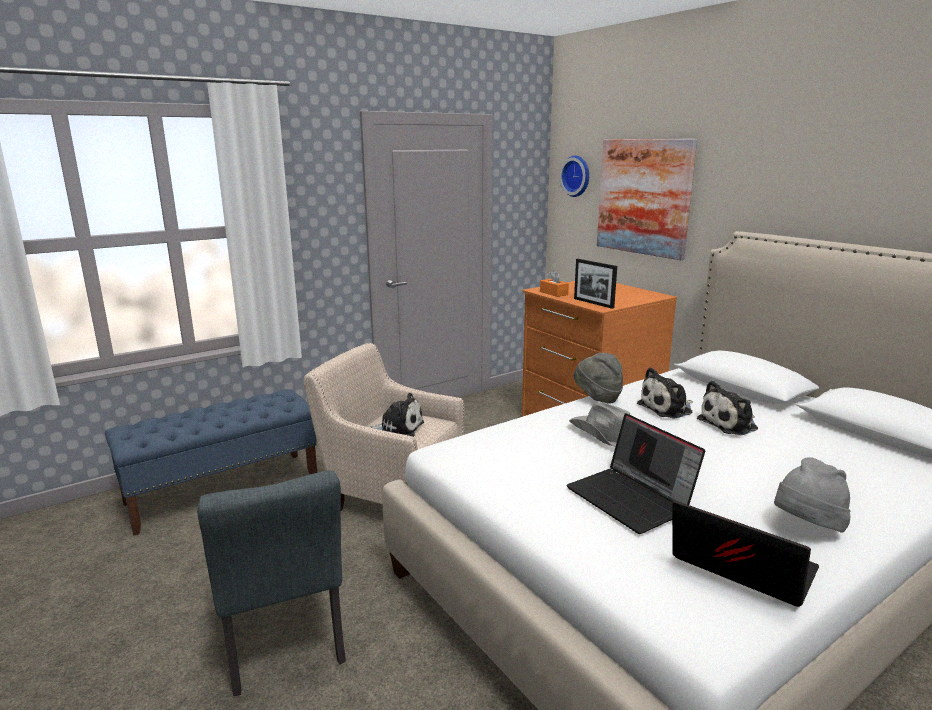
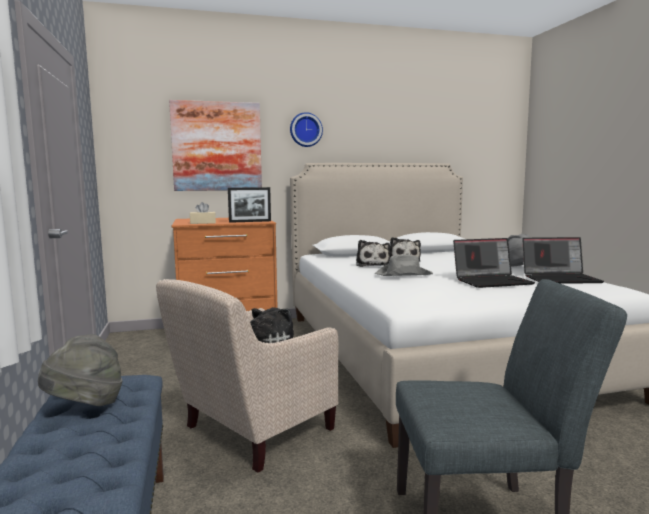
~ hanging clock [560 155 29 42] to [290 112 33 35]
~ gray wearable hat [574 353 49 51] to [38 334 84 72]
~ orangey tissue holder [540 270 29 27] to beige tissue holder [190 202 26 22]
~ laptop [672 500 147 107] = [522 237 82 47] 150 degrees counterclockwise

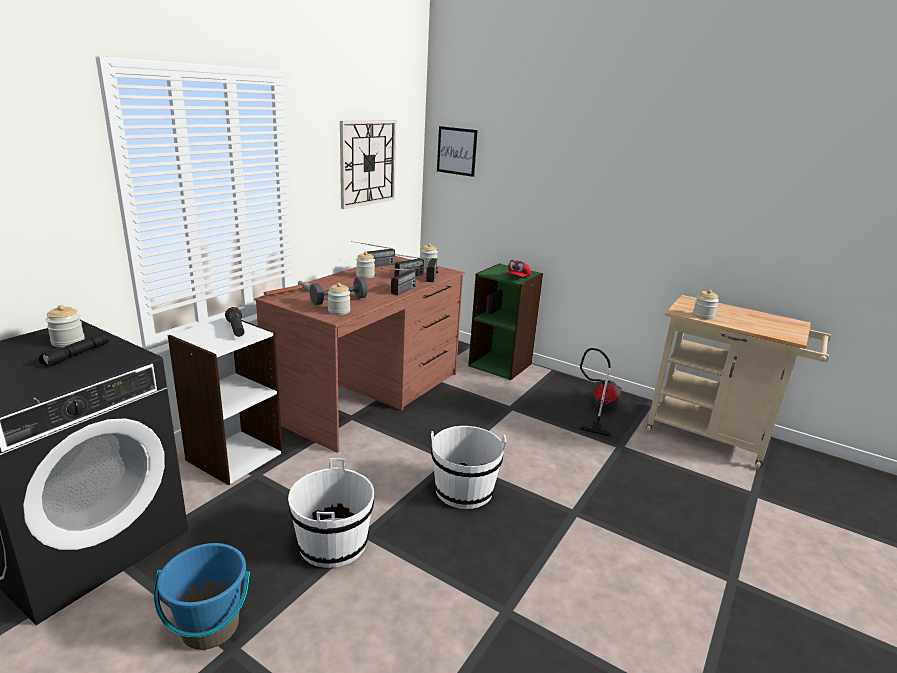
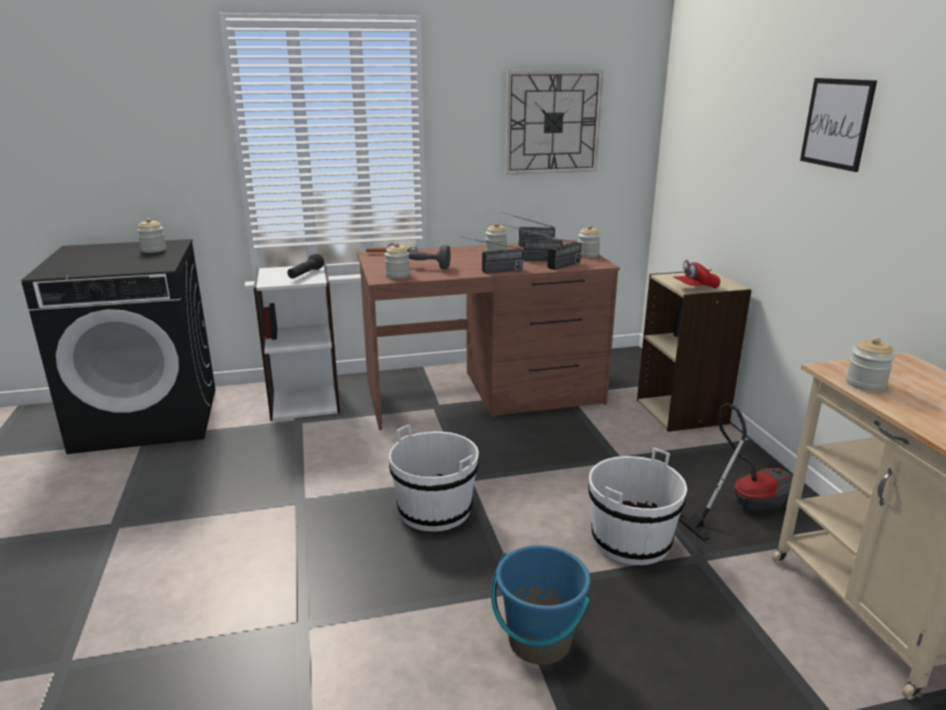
- black flashlight [39 333 70 34]
~ bluish pail [154 543 96 107] to [491 545 99 120]
~ whitish pail [288 458 86 110] to [588 448 99 117]
~ picture [437 126 41 51] to [800 78 77 94]
~ greenish shelving unit [468 263 75 117] to beige shelving unit [637 270 115 162]

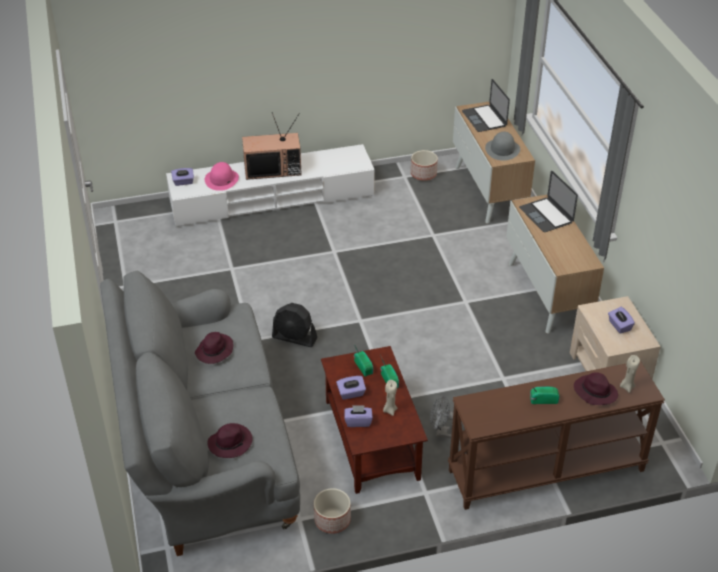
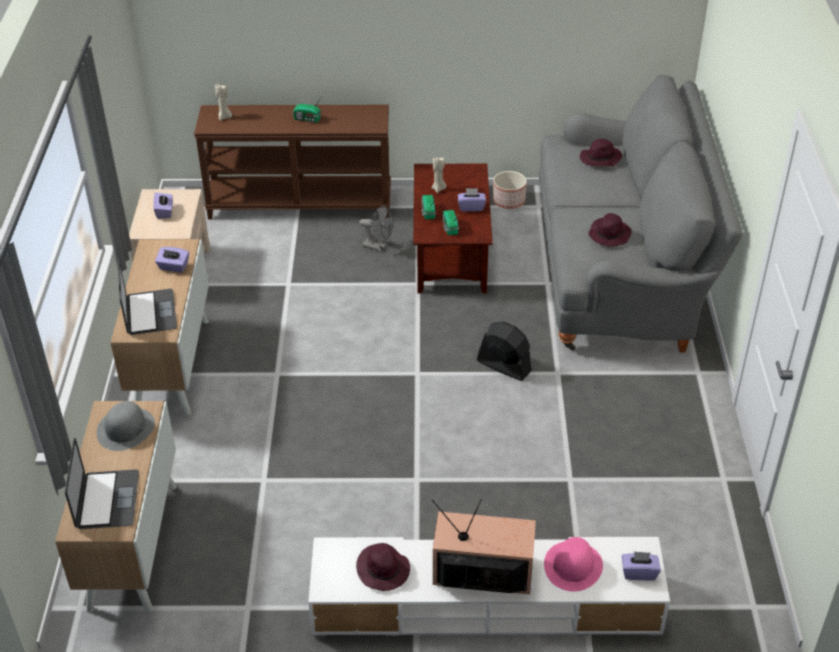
- plant pot [411 150 27 31]
~ purple-coloured tissue holder [345 405 28 22] to [155 247 34 26]
~ purple-coloured wearable hat [574 372 44 33] to [356 543 54 48]

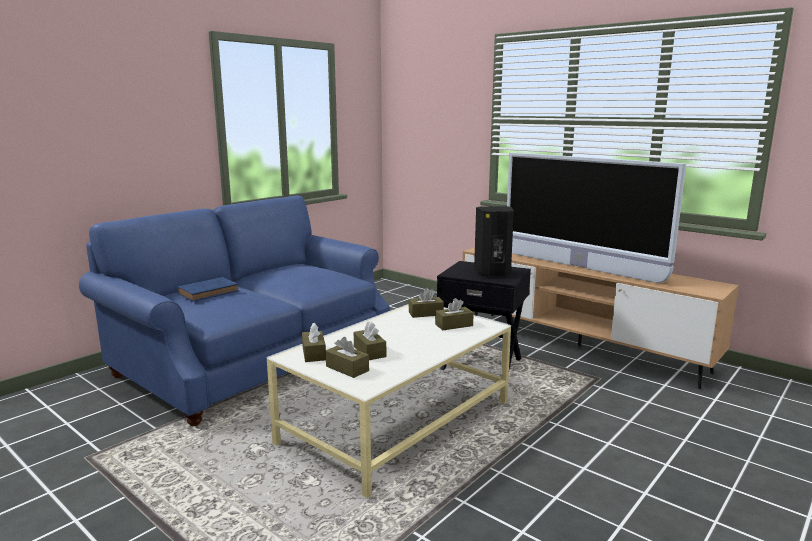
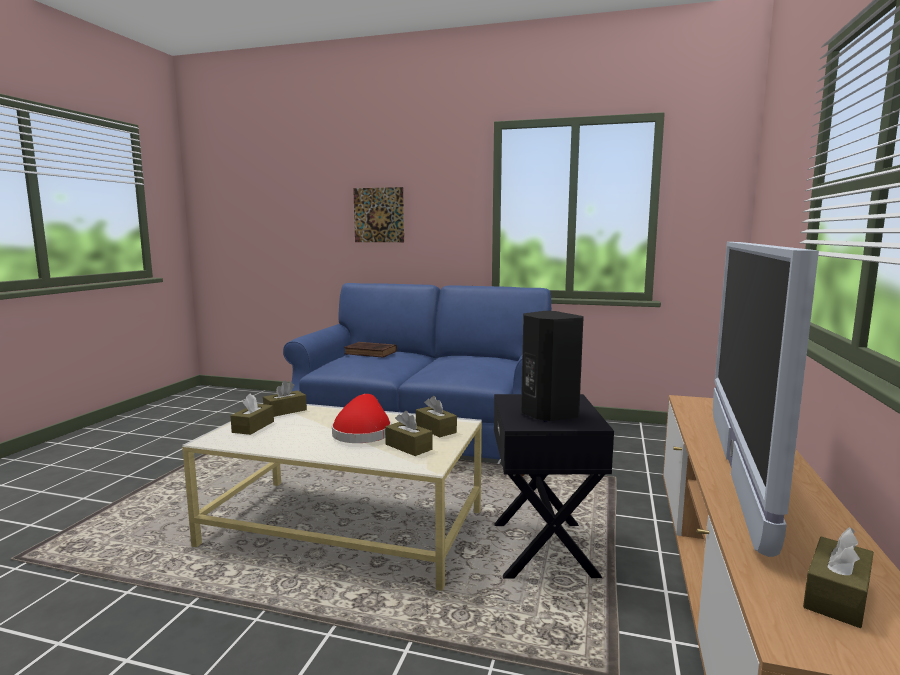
+ red-coloured wearable hat [332 394 59 49]
+ picture [353 187 51 55]
~ brown tissue holder [354 321 32 39] to [803 527 71 101]
~ bluish bound book [177 277 62 25] to brown bound book [344 342 53 15]

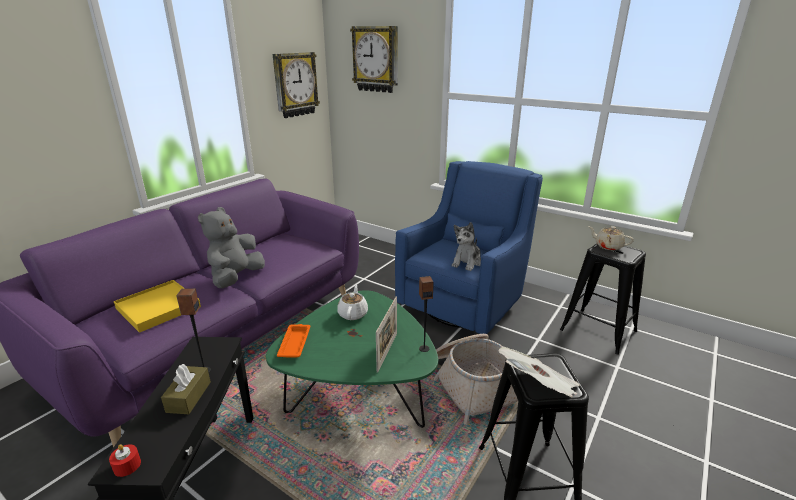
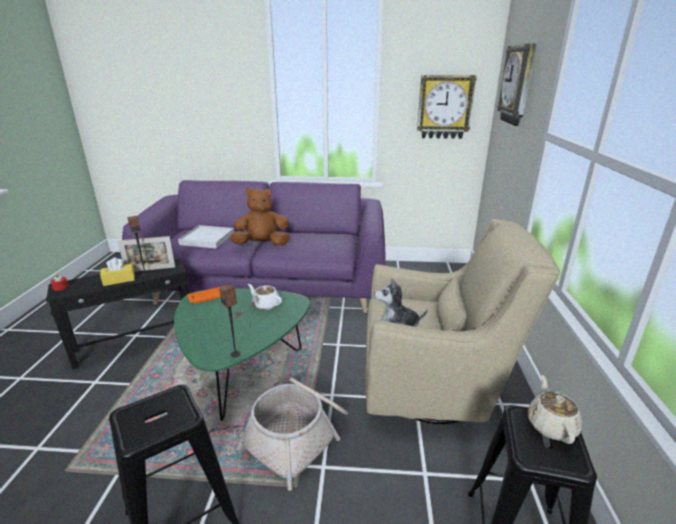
- newspaper [498 347 82 50]
~ photo frame [376 296 21 77] to [117 236 58 36]
~ yellow tray [114 280 87 53] to whitish tray [178 225 56 24]
~ brown tissue holder [161 364 50 50] to yellow tissue holder [100 258 35 28]
~ gray cuddly toy [198 207 67 81] to brown cuddly toy [230 187 60 59]
~ bluish easy chair [395 161 148 173] to beige easy chair [365 219 195 205]
~ whitish teapot [337 285 31 35] = [248 284 34 26] 120 degrees counterclockwise

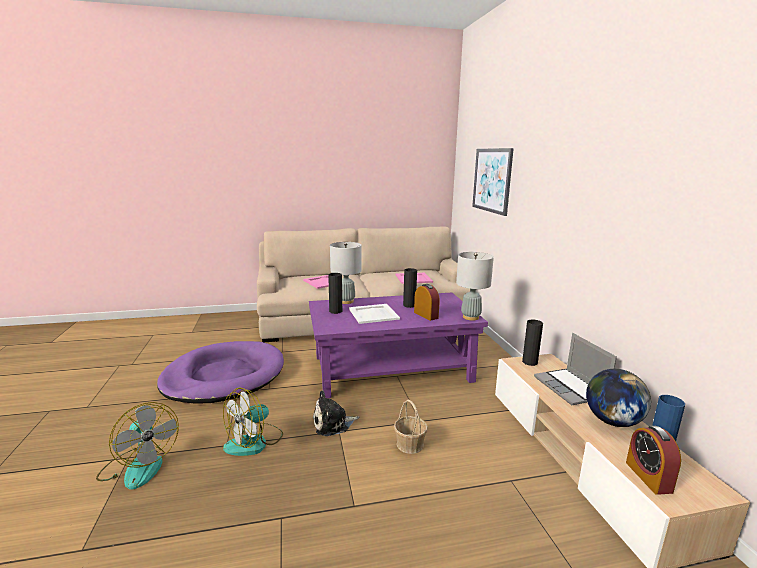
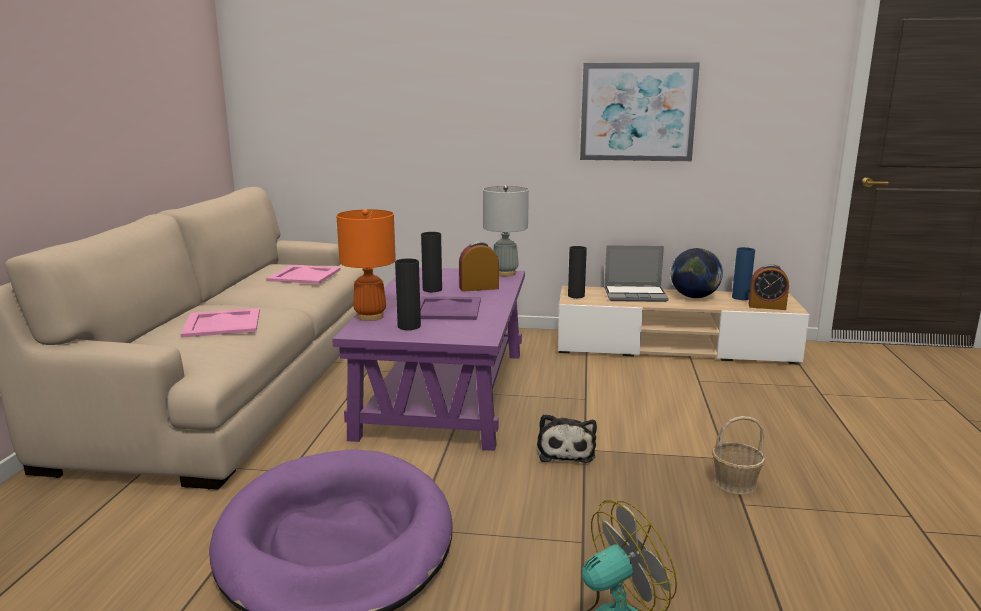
- electric fan [223 388 60 68]
~ storage basket [394 399 34 55] to [712 416 54 79]
~ picture [472 148 42 68] to [580 62 120 99]
~ gray tabletop lamp [330 242 32 62] to orangey tabletop lamp [336 209 60 112]
~ whitish tray [349 304 51 20] to purple-coloured tray [420 296 61 24]

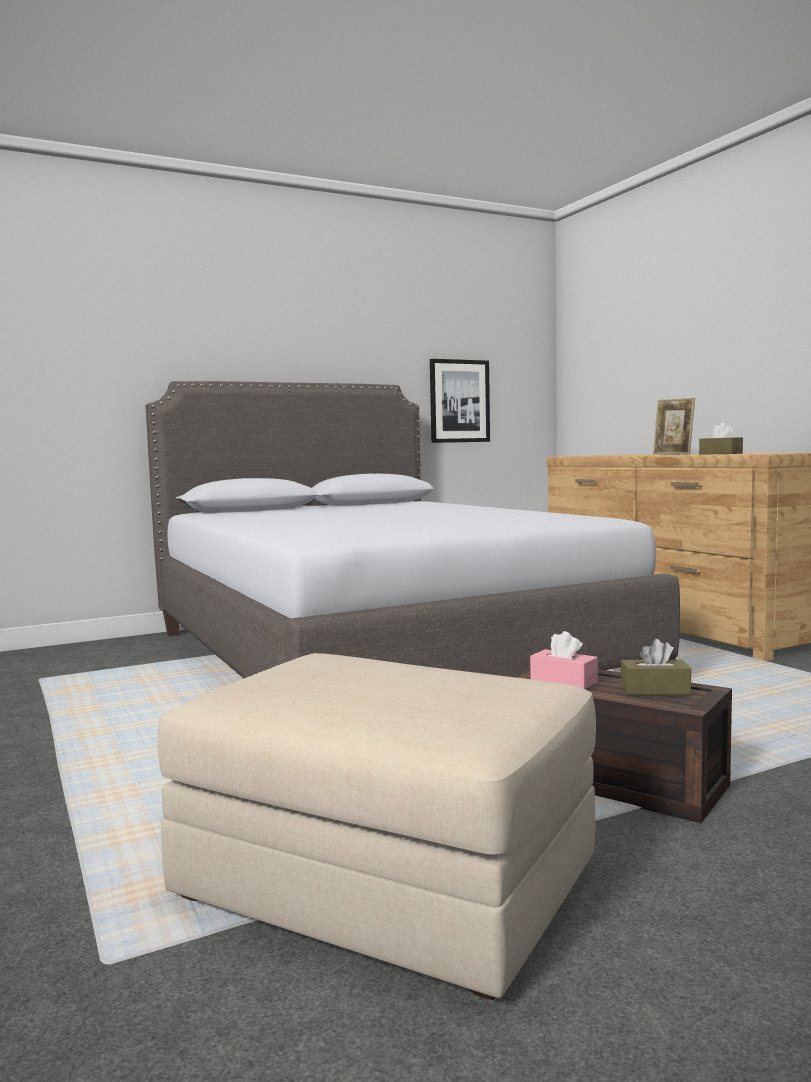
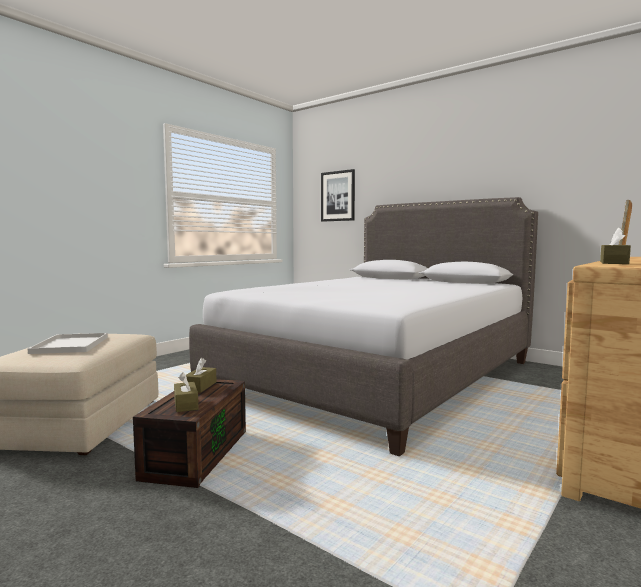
+ whitish tray [27 333 81 21]
~ picture [430 359 60 84] to [321 169 34 53]
~ pink tissue holder [530 631 68 58] to brown tissue holder [183 358 33 35]

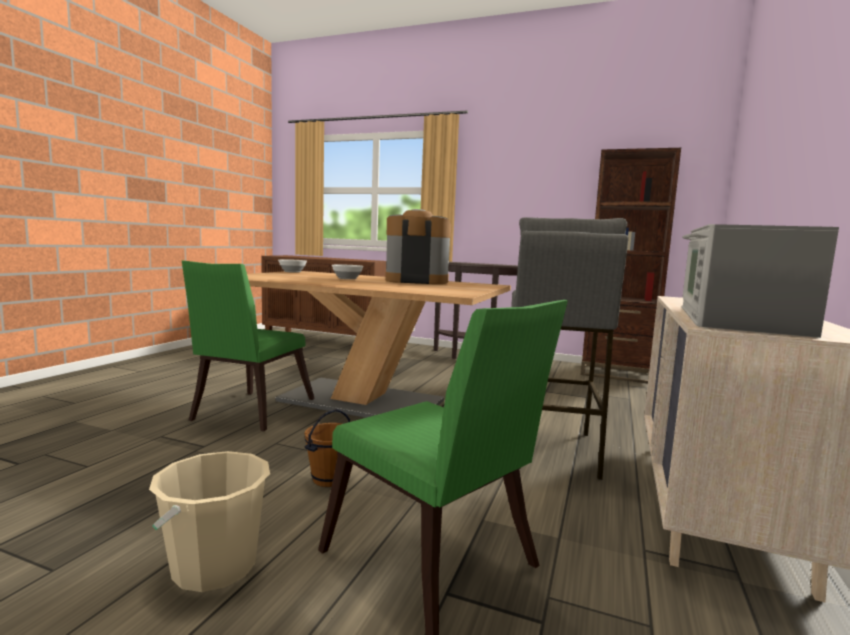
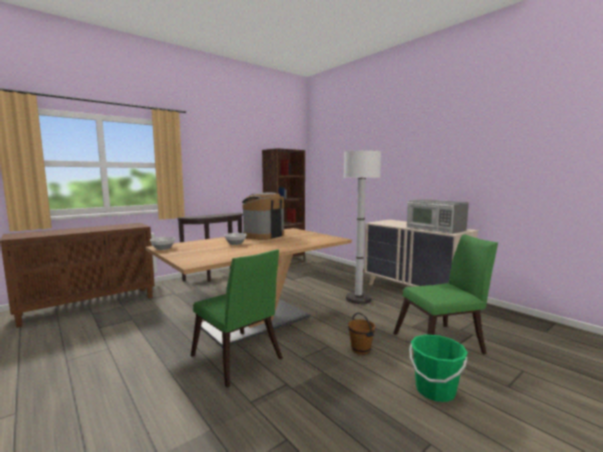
~ gray sitting stool [512 217 116 263] to whitish standing lamp [344 151 37 153]
~ beige pail [149 451 121 141] to greenish pail [409 334 59 68]

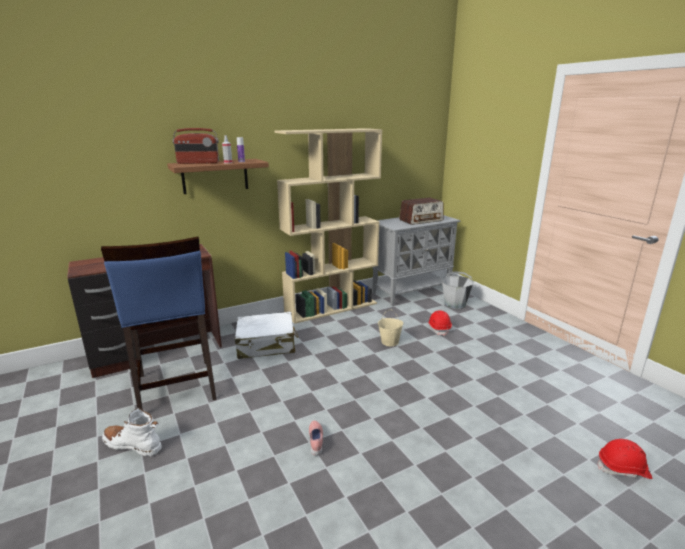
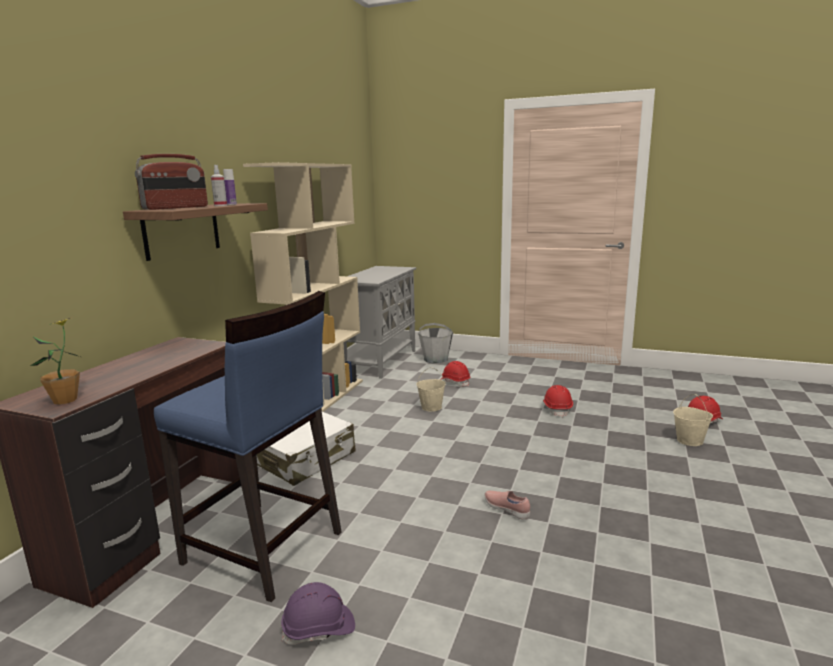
- radio set [399 198 44 27]
+ potted plant [30 317 50 88]
+ red-coloured hard hat [543 385 30 32]
+ beige pail [673 394 40 52]
~ whitish high-top boot [102 408 60 48] to purple-coloured hard hat [281 582 74 63]

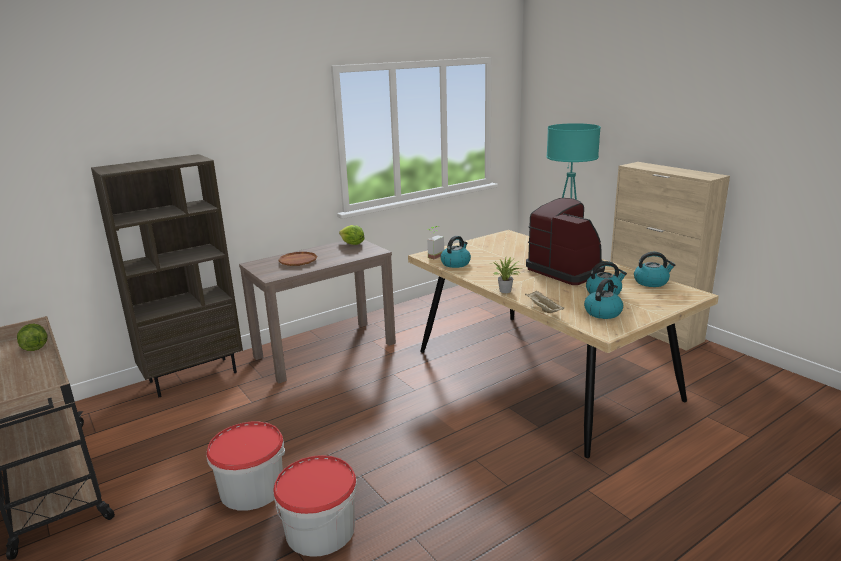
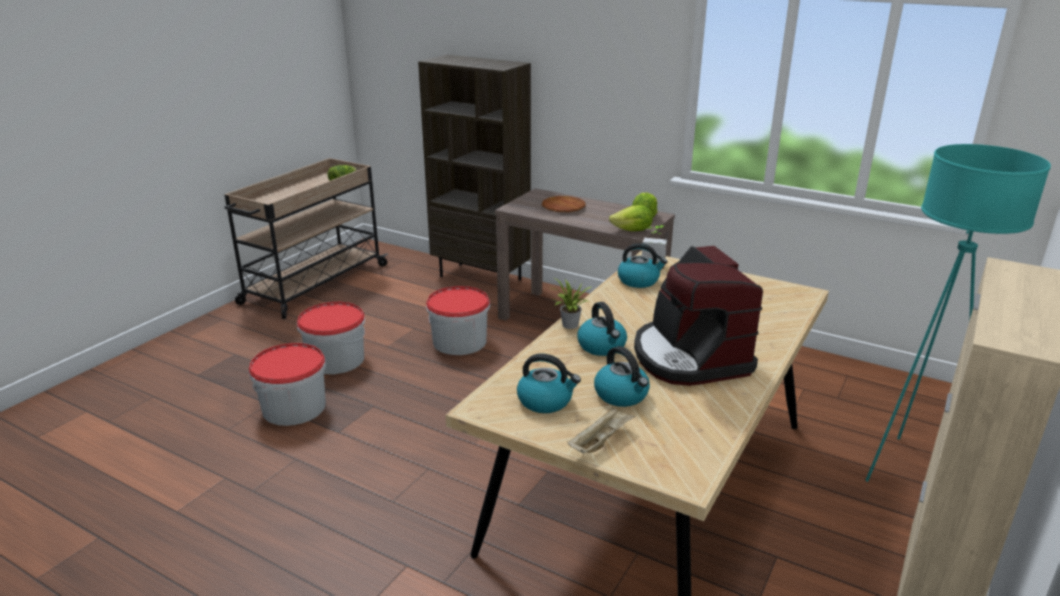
+ pail [426 286 64 69]
+ lettuce head [609 205 44 26]
~ beige tray [525 290 39 23] to [568 407 67 46]
~ tea kettle [634 252 42 35] to [577 302 50 54]
~ coffee maker [526 198 79 87] = [634 246 129 140] 135 degrees clockwise

